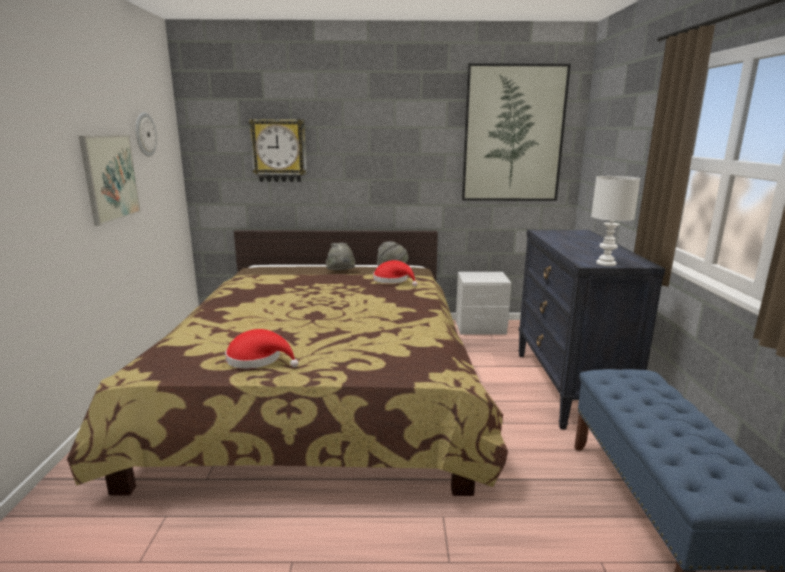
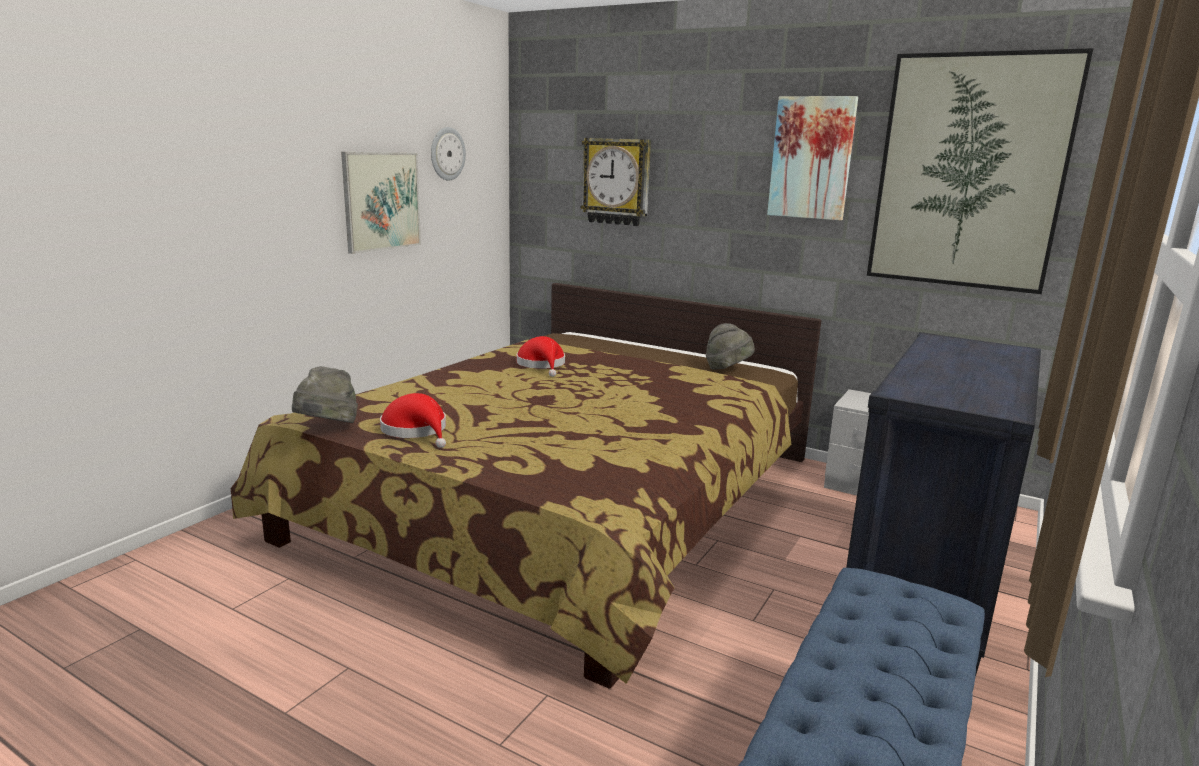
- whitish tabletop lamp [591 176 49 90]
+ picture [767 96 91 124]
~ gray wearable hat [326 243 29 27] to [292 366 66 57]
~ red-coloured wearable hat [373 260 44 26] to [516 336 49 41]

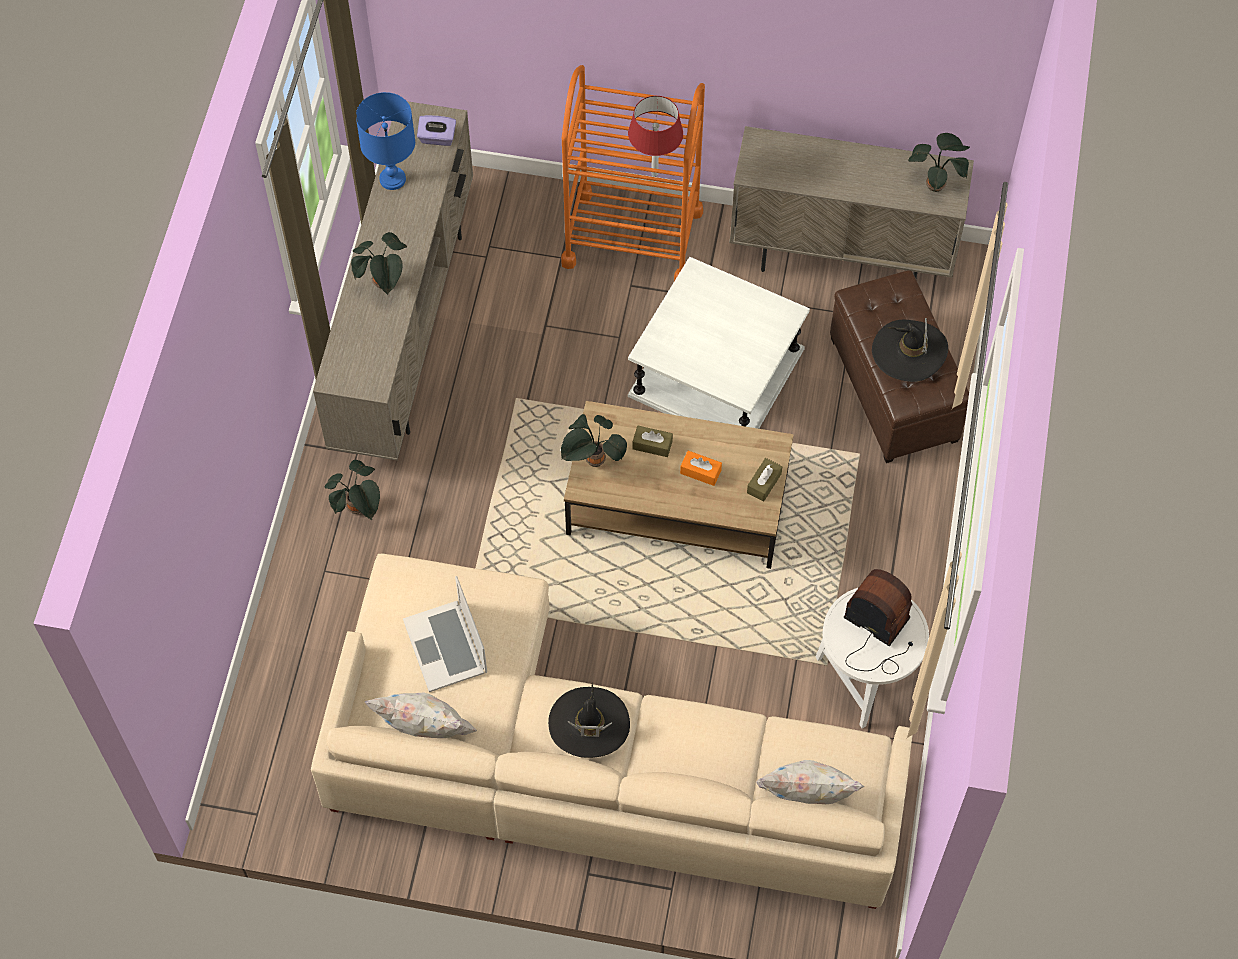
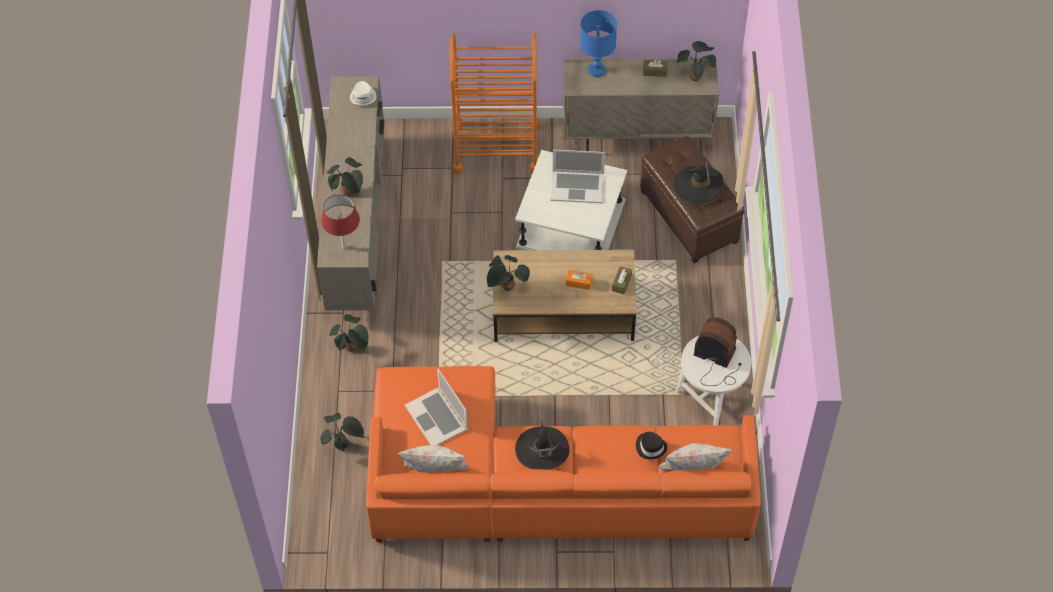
+ potted plant [320 413 44 39]
+ laptop [550 149 55 54]
+ black wearable hat [636 432 31 28]
~ bluish tabletop lamp [356 92 59 98] to [580 10 37 67]
~ red-coloured tabletop lamp [628 96 55 81] to [321 195 39 55]
~ brown tissue holder [633 426 40 31] to [643 59 25 18]
~ purple-coloured tissue holder [417 115 39 31] to whitish wearable hat [349 81 28 25]
~ beige settee [311 554 601 355] to orangey settee [366 366 395 176]

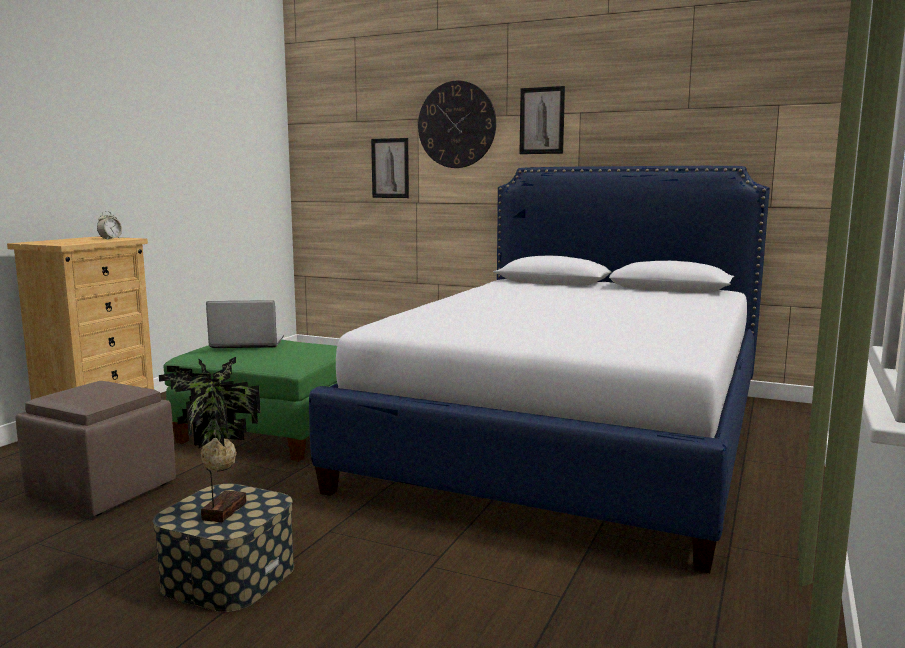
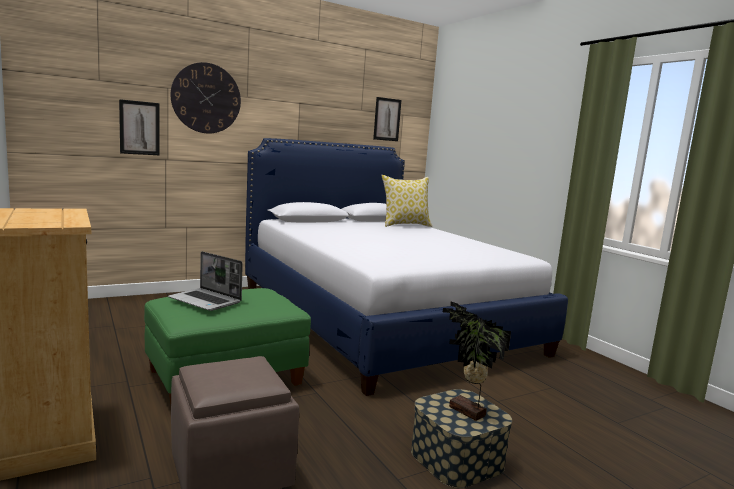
- table clock [97 211 25 29]
+ cushion [382 175 50 52]
~ picture [519 86 46 68] to [373 97 28 44]
~ laptop [206 300 78 48] = [168 251 75 60] 90 degrees counterclockwise

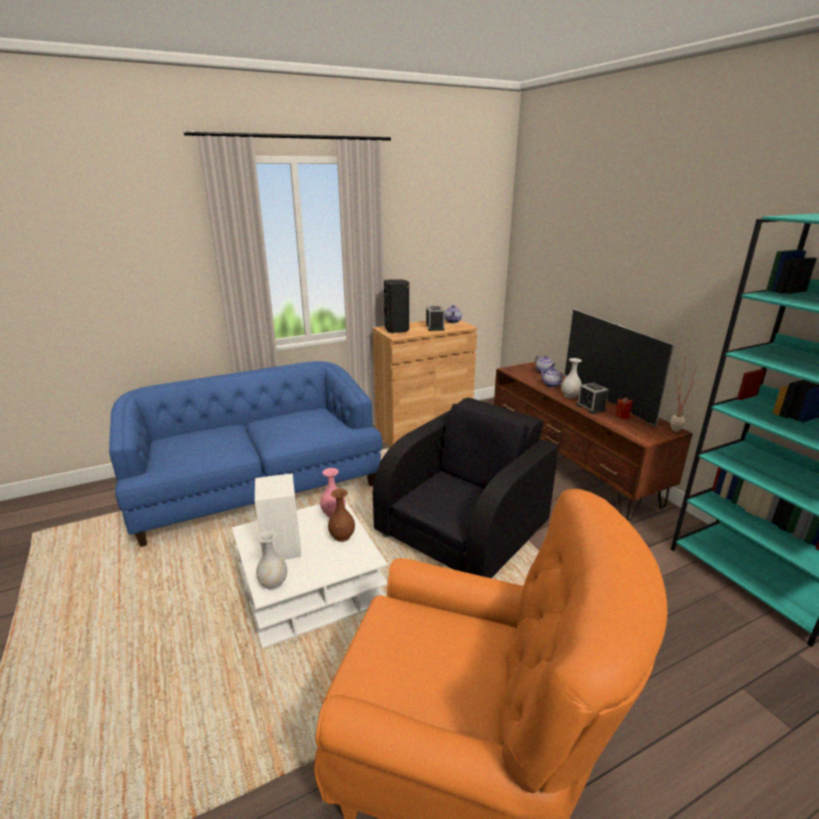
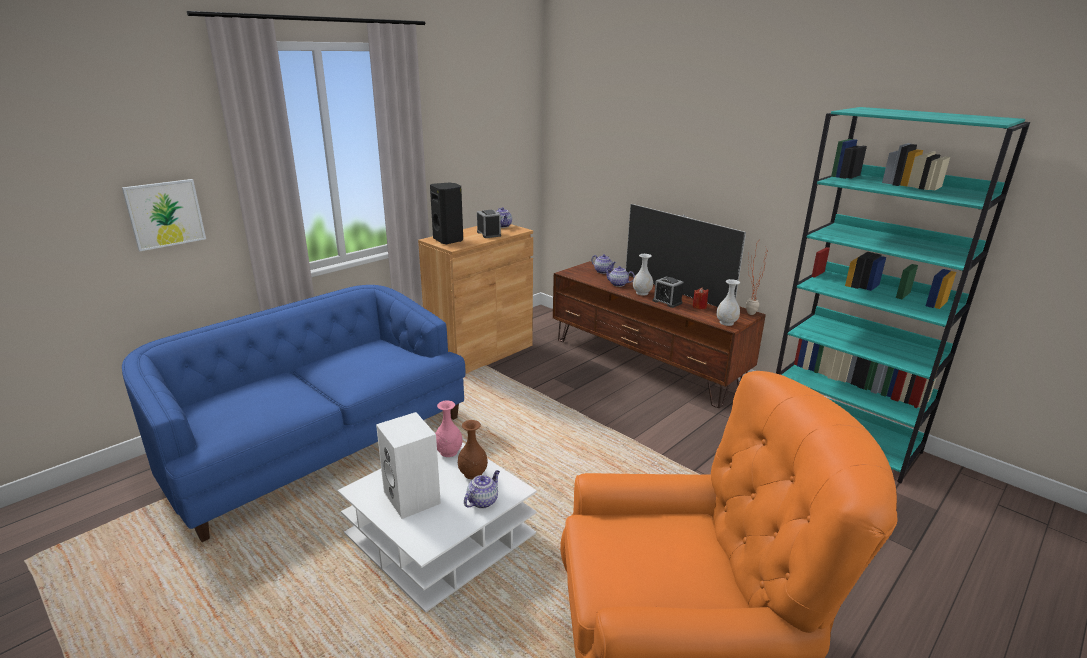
- black easy chair [373 398 186 180]
+ picture [122 179 84 72]
+ teapot [464 470 36 39]
~ whitish decorative vase [256 530 31 60] to [716 279 24 47]

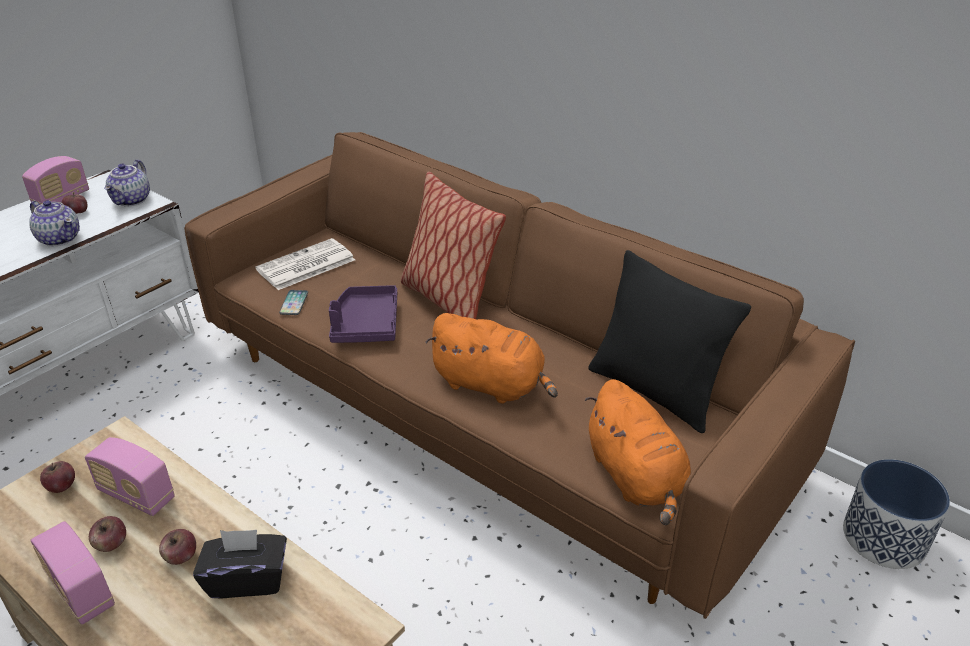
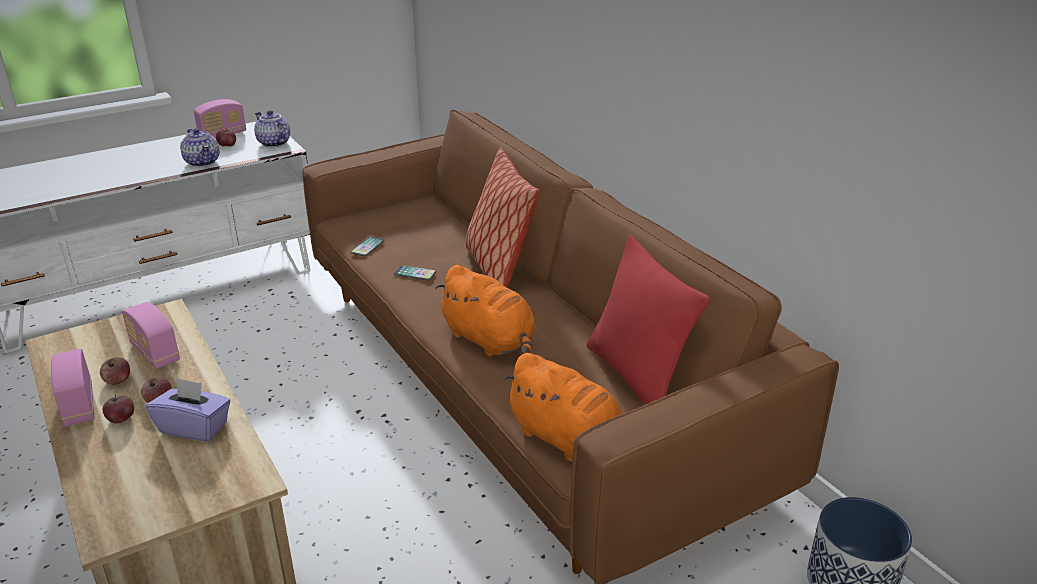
- newspaper [255 238 100 52]
~ apple [40 461 35 32] to [103 395 31 29]
~ purple-coloured tray [329 285 68 58] to handset [394 265 42 15]
~ black tissue holder [193 530 94 68] to purple-coloured tissue holder [146 378 85 64]
~ black cushion [588 250 163 183] to red-coloured cushion [586 235 124 170]
~ teapot [104 160 46 46] = [254 110 36 37] 105 degrees clockwise
~ orangey cuddly toy [585 379 106 146] = [502 353 120 109] 45 degrees counterclockwise

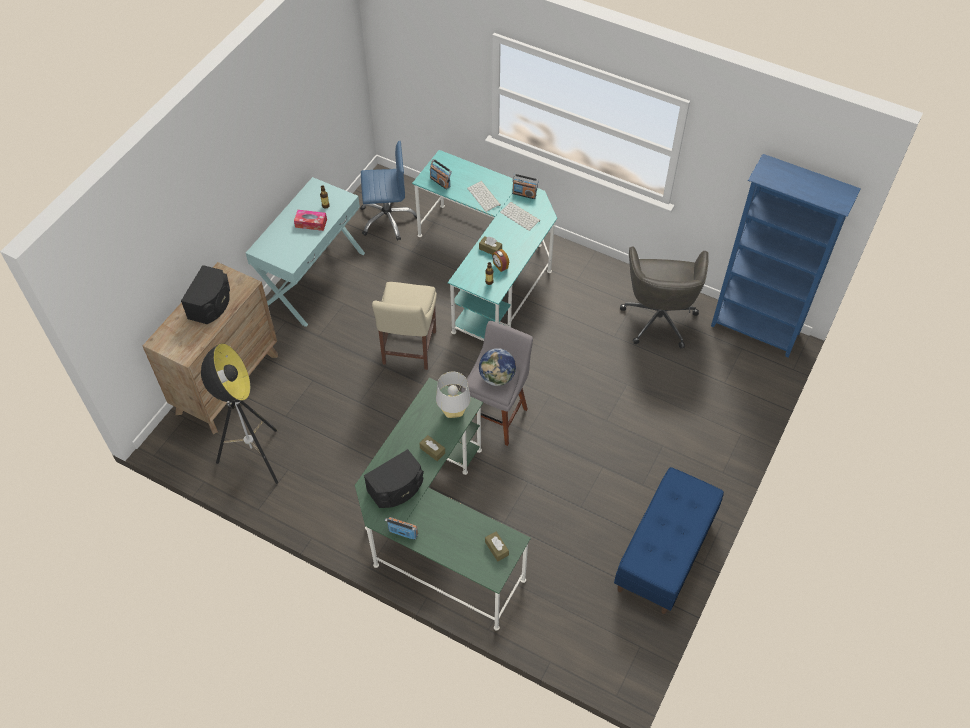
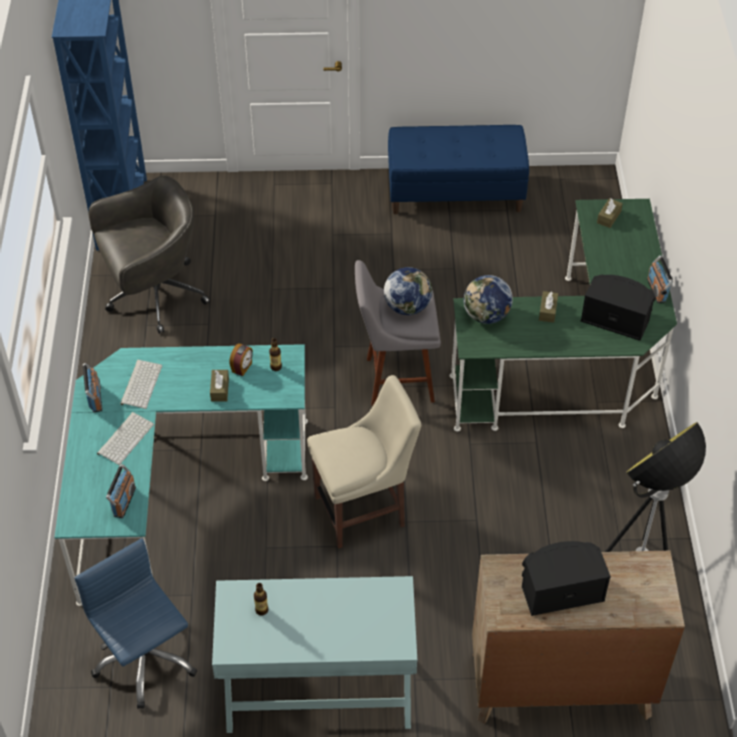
- tissue holder [294 210 33 21]
~ gray tabletop lamp [436 371 35 47] to desk globe [463 275 50 49]

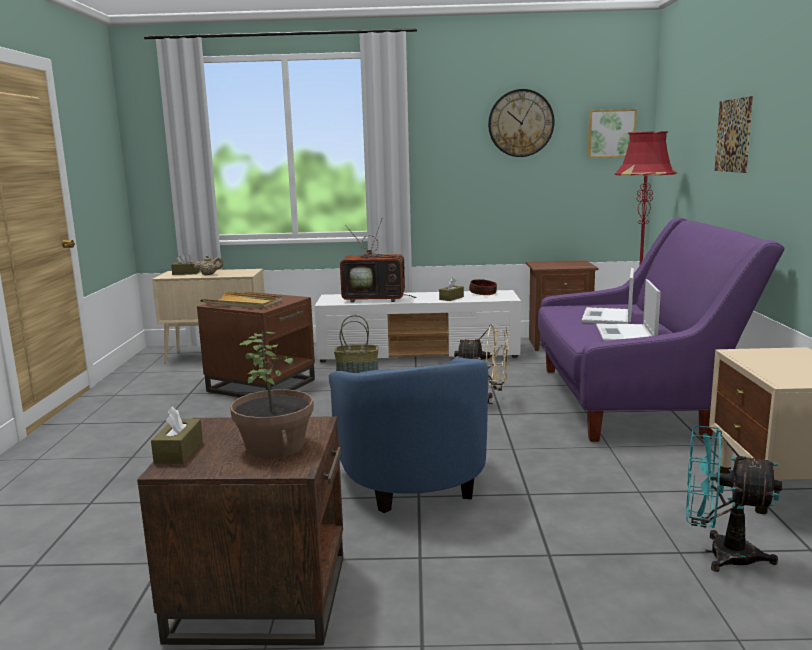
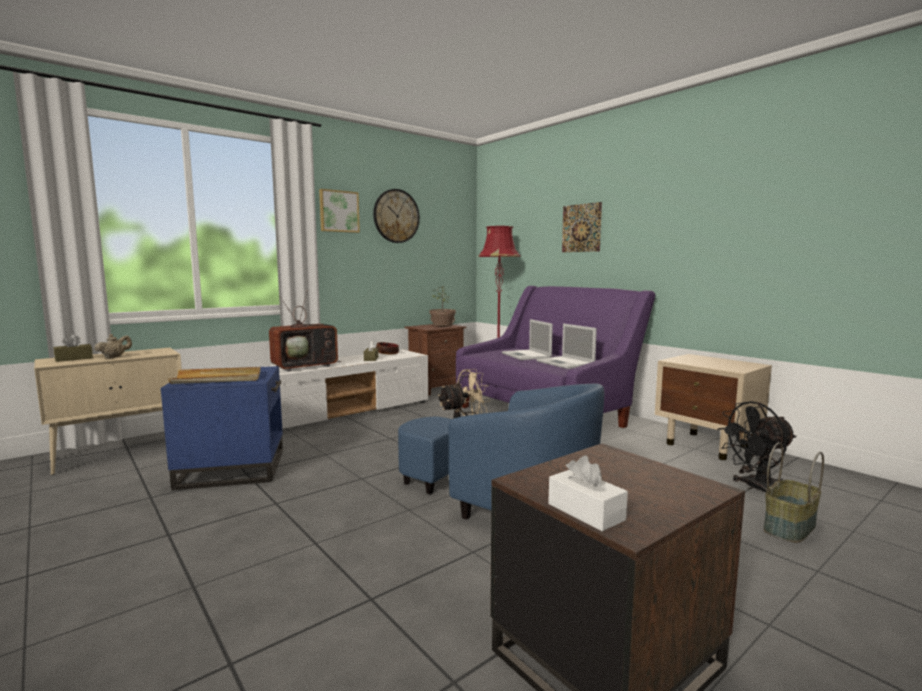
~ potted plant [230 331 84 128] to [429 286 27 40]
~ storage basket [334 315 44 58] to [764 442 60 101]
~ picture [588 109 49 49] to [319 189 41 44]
~ brown tissue holder [151 407 52 57] to whitish tissue holder [548 456 80 75]
~ brown side table [197 292 118 106] to bluish side table [160 366 123 124]
~ turquoise-coloured electric fan [686 426 96 146] to black electric fan [717 401 79 92]

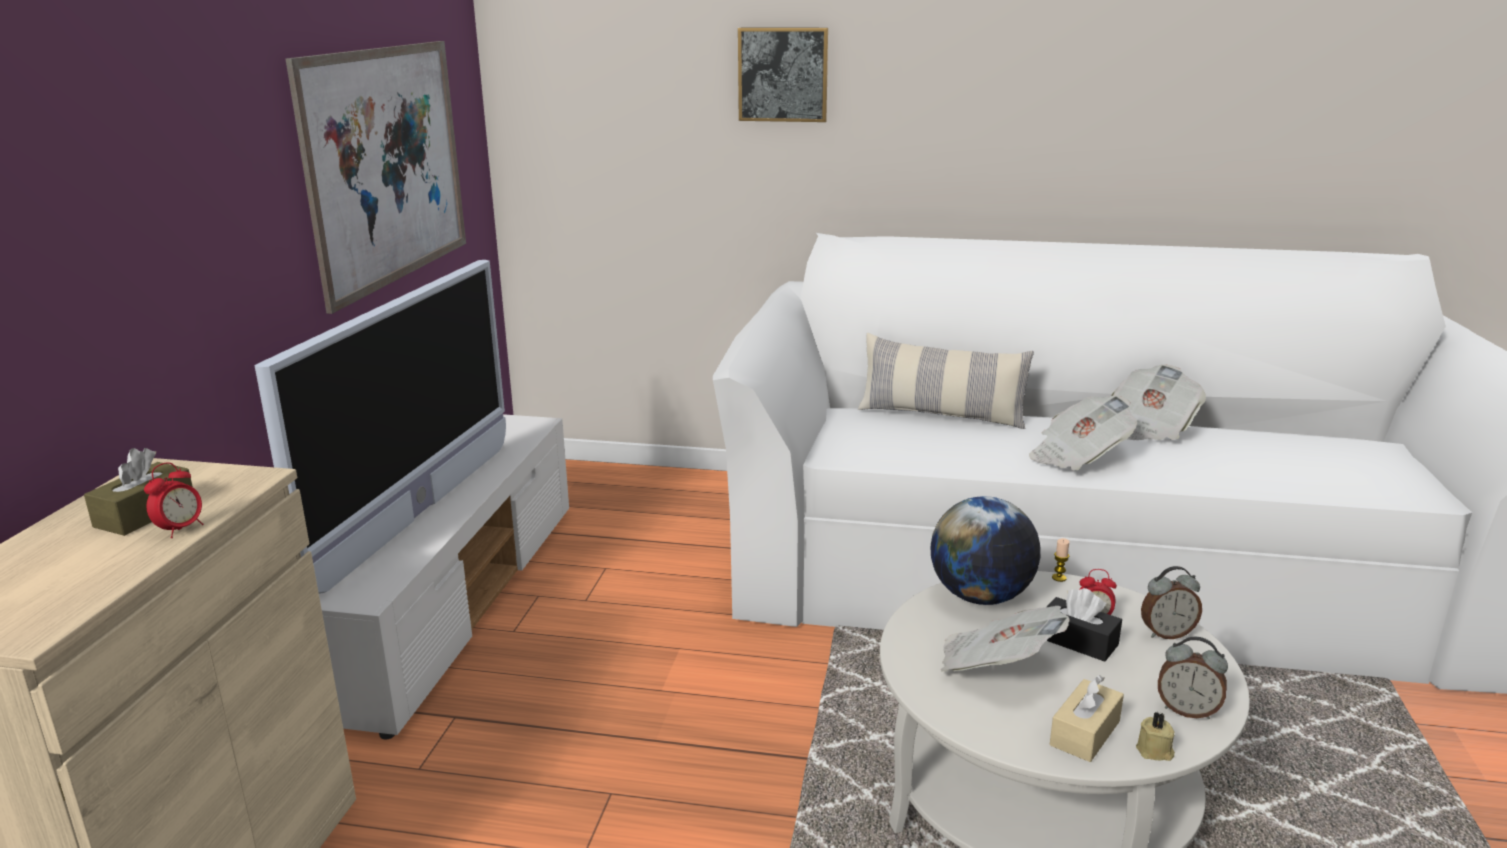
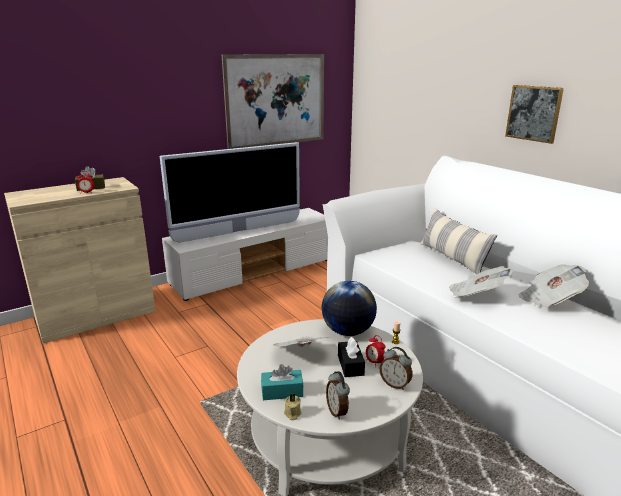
~ picture [738 28 90 94] to [505 85 59 59]
~ beige tissue holder [1050 675 74 87] to turquoise-coloured tissue holder [261 364 43 36]

